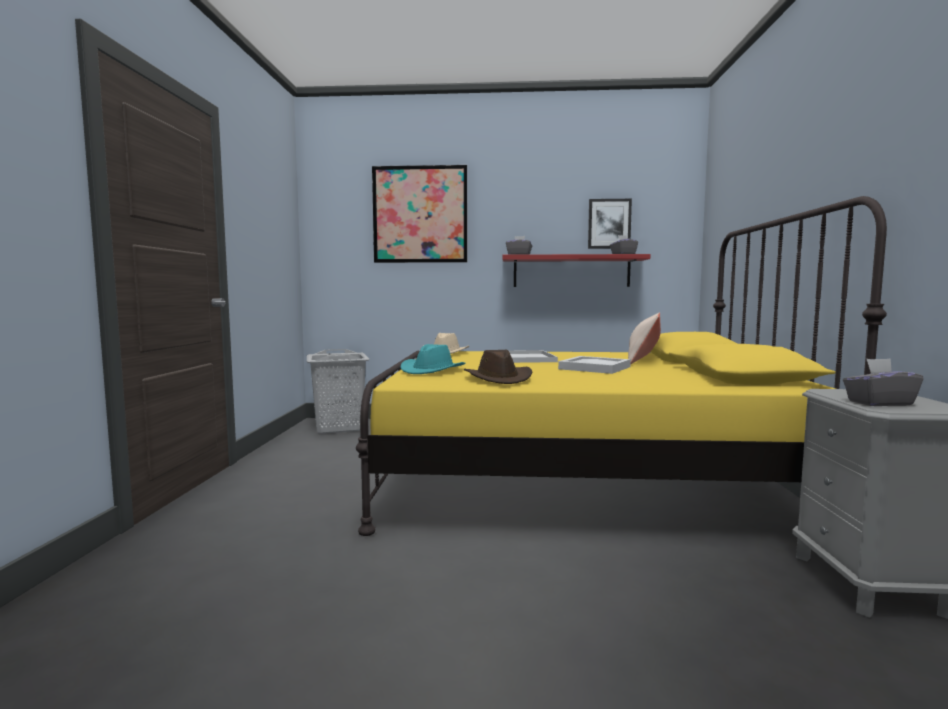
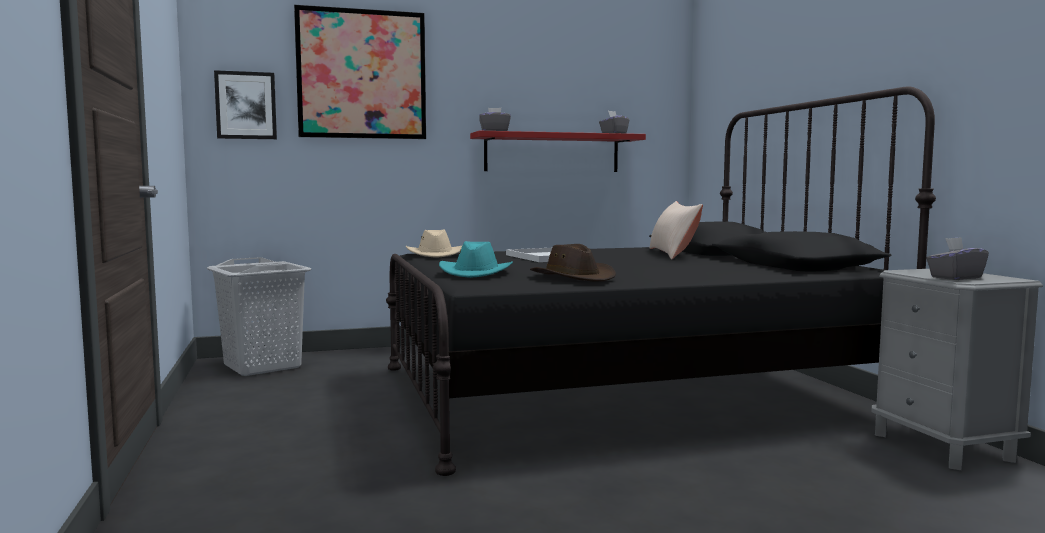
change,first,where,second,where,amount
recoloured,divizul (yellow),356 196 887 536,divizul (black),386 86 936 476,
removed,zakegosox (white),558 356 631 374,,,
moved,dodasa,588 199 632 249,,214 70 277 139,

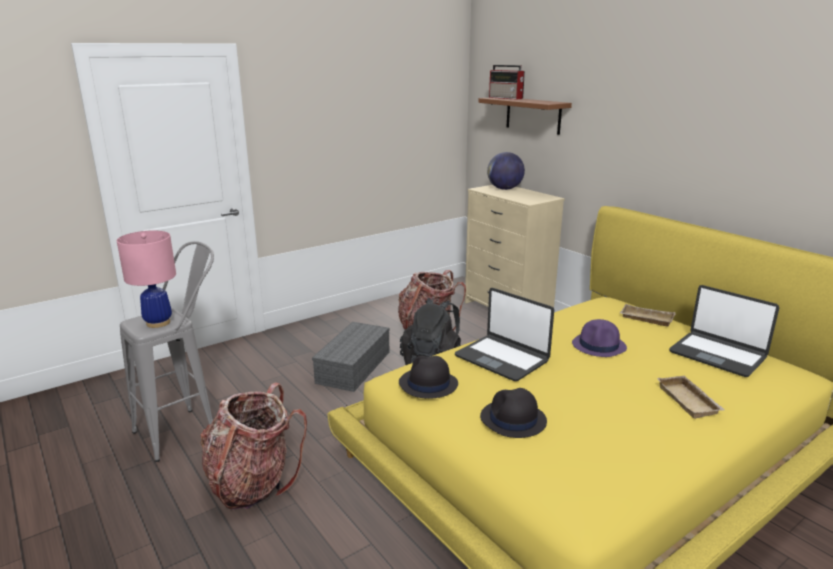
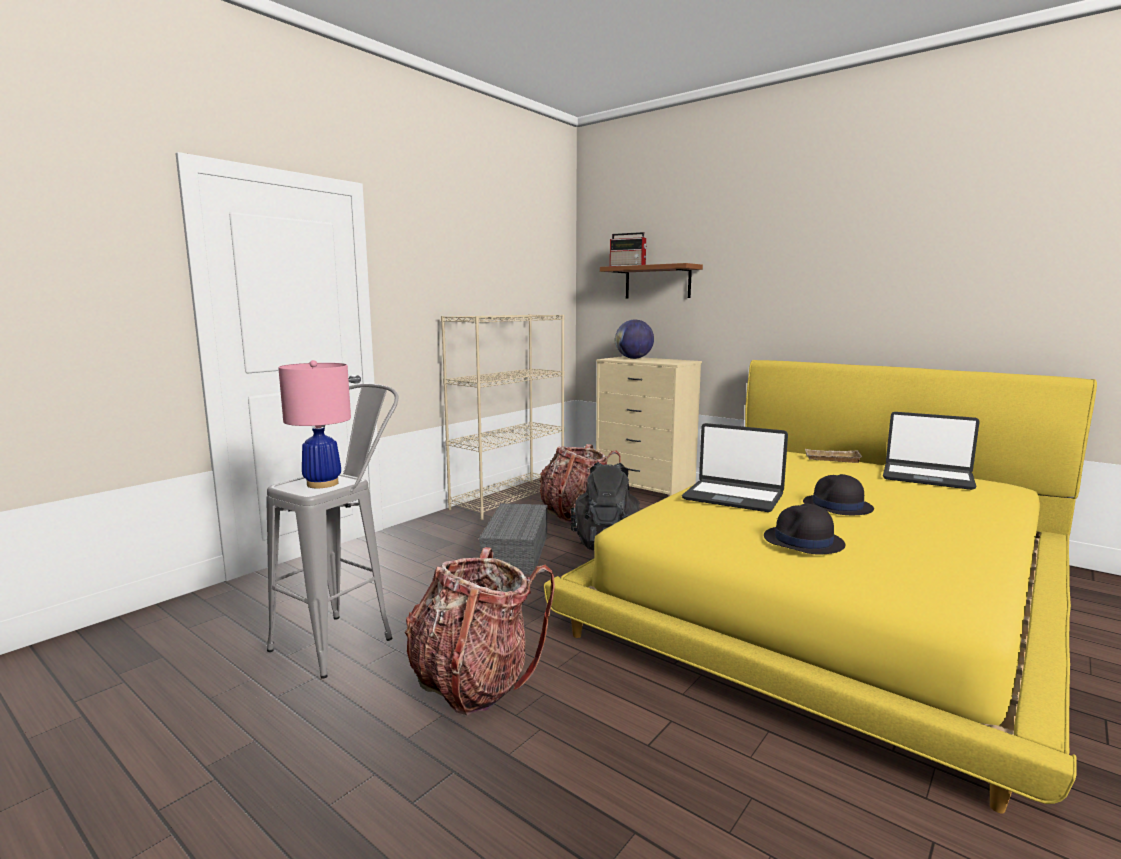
change,first,where,second,where,amount
moved,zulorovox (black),399 356 458 399,,803 474 874 515,
removed,zulorovox (purple),572 319 627 357,,,
removed,zakegosox (beige),657 375 725 419,,,
added,,,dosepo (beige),441 314 565 520,

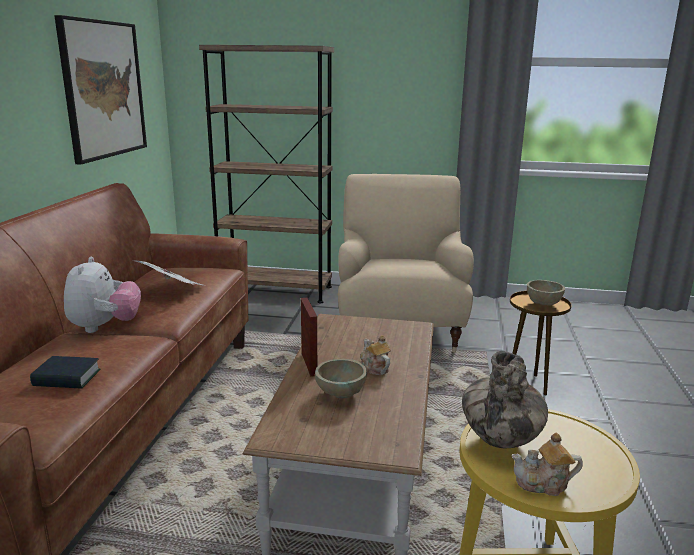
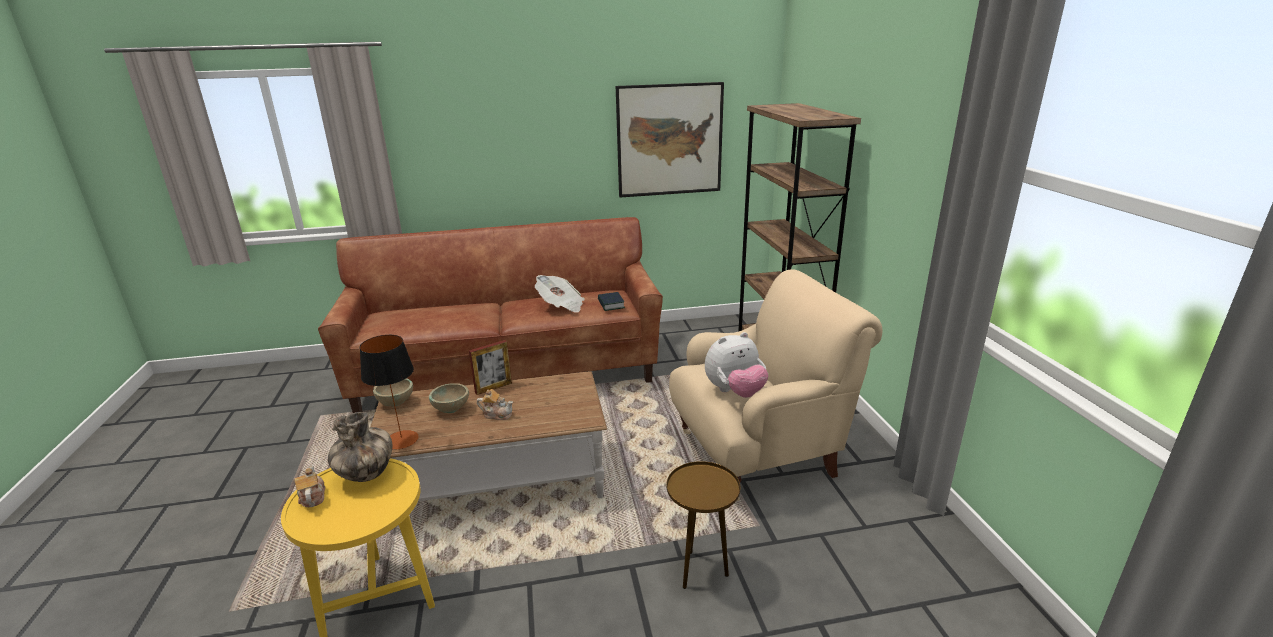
change,first,where,second,where,amount
moved,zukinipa,30 356 100 389,,598 292 625 311,
moved,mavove,64 257 141 333,,705 332 768 398,
turned,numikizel,360 335 391 375,,477 389 513 420,60 degrees clockwise
moved,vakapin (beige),527 280 565 305,,373 378 413 407,
added,,,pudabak,360 335 419 449,

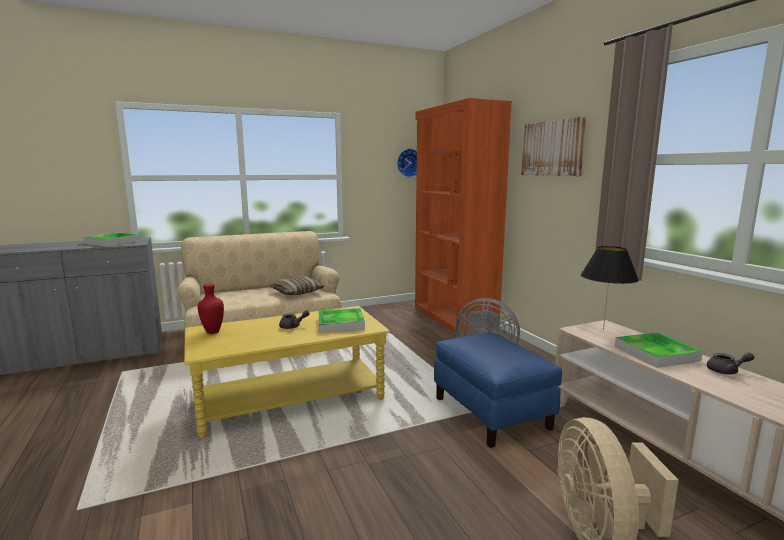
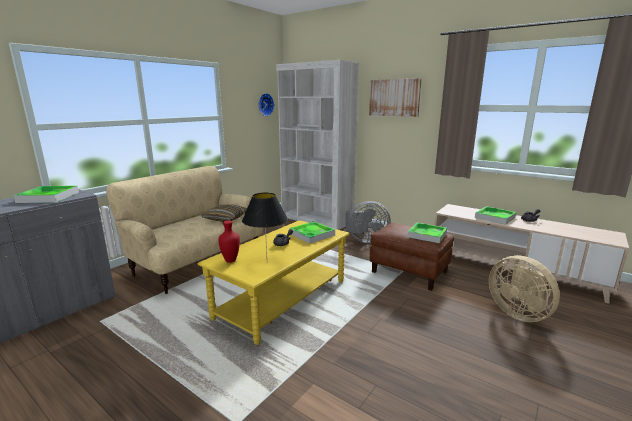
change,first,where,second,where,amount
recoloured,dosepo (orange),415 98 512 336,dosepo (white),276 60 359 230,
recoloured,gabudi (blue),434 332 562 448,gabudi (brown),370 223 454 291,
moved,pudabak (black),581 246 639 330,,242 193 288 257,
added,,,zakegosox,408 223 447 243,

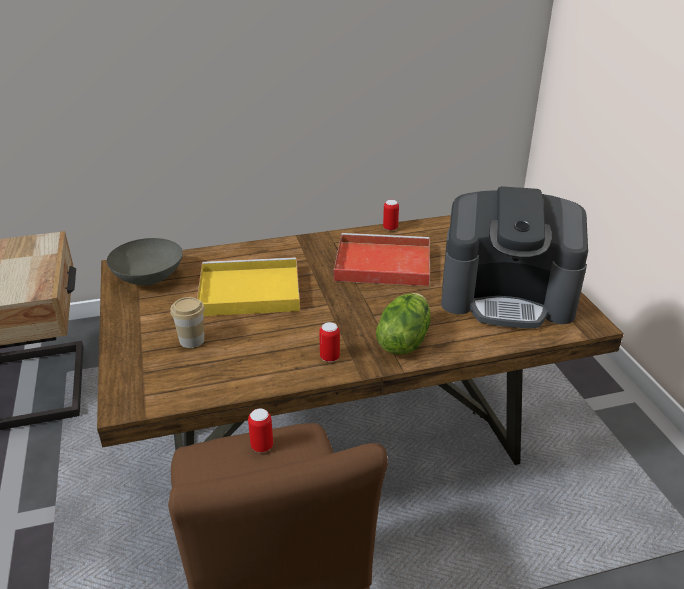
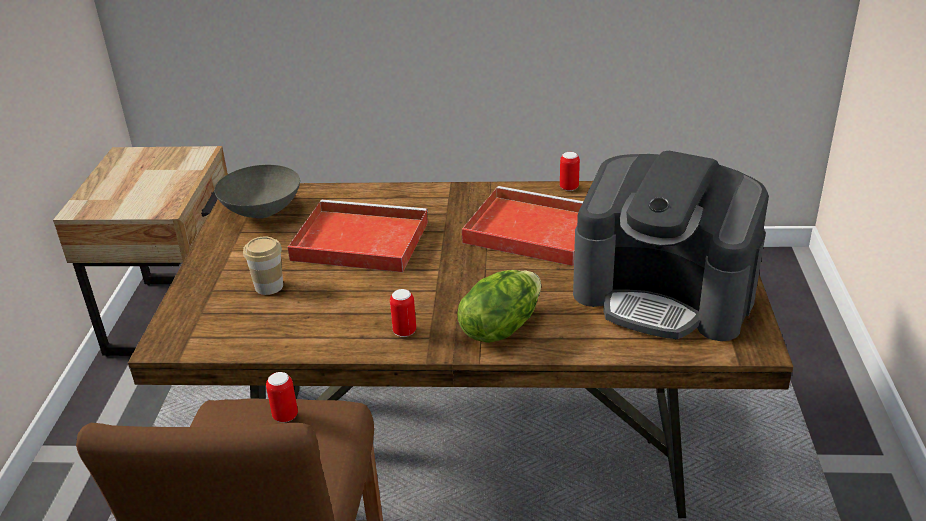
change,first,where,second,where,amount
recoloured,zakegosox (yellow),197 257 300 316,zakegosox (red),287 200 428 272,

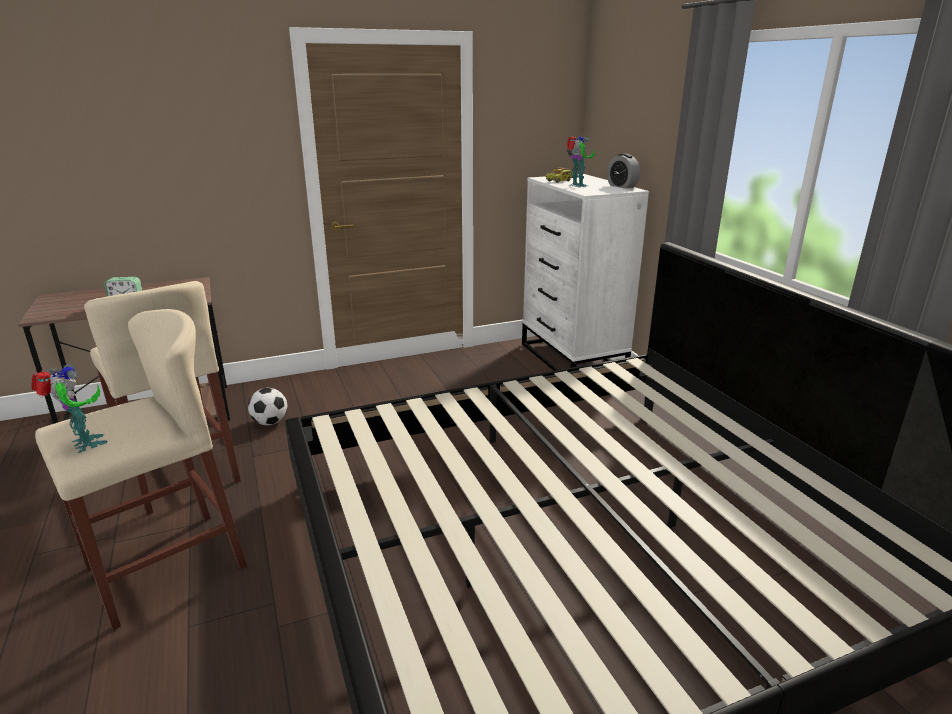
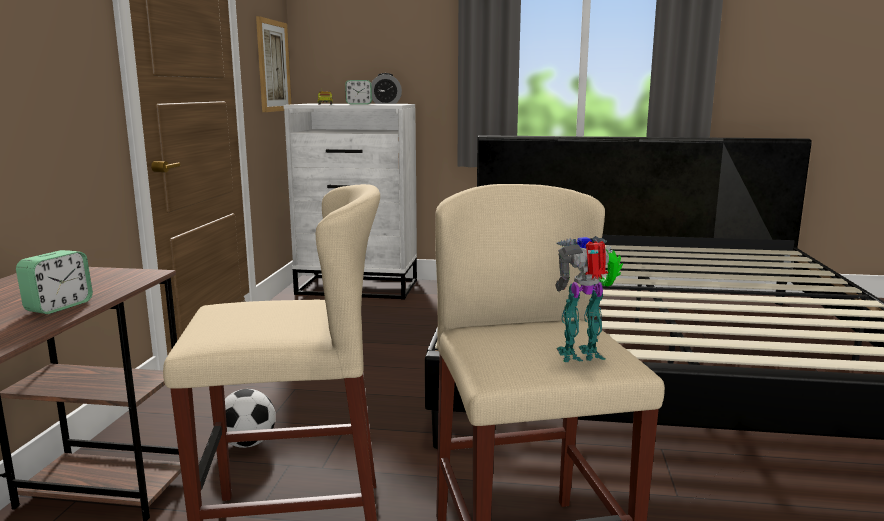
change,first,where,second,where,amount
replaced,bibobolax,566 136 595 188,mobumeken,345 80 372 105,
added,,,dodasa,256 16 291 112,

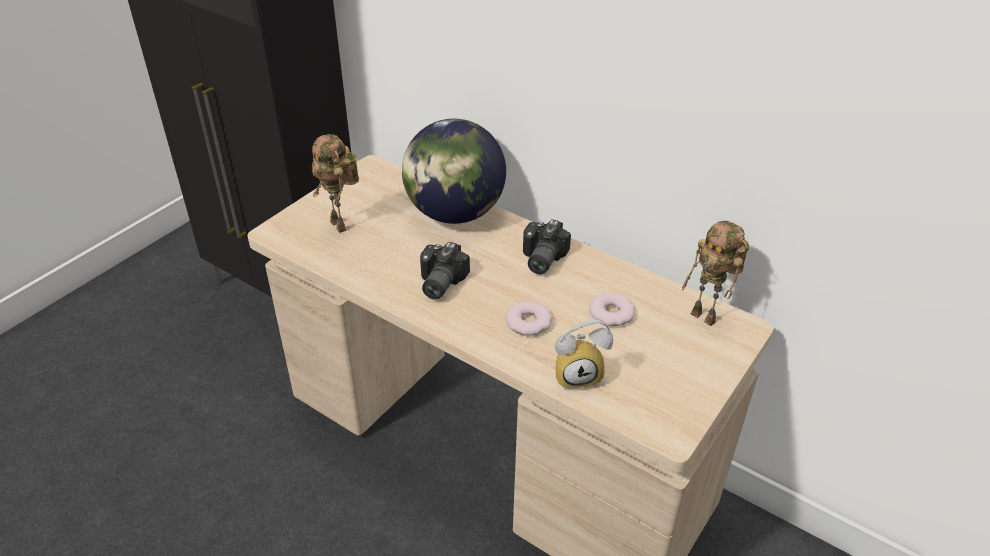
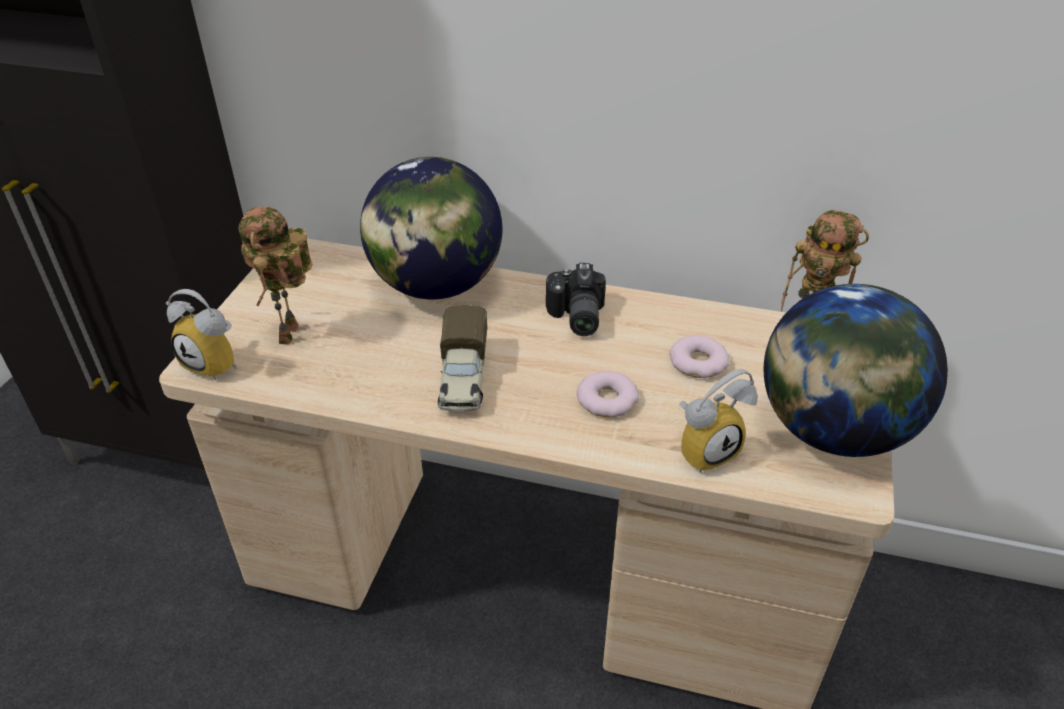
change,first,where,second,where,amount
turned,bibobolax,312 134 359 233,,239 206 312 345,60 degrees clockwise
replaced,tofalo,420 242 470 300,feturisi,438 305 487 412,
added,,,mobumeken,166 289 237 380,
added,,,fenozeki,764 284 948 457,

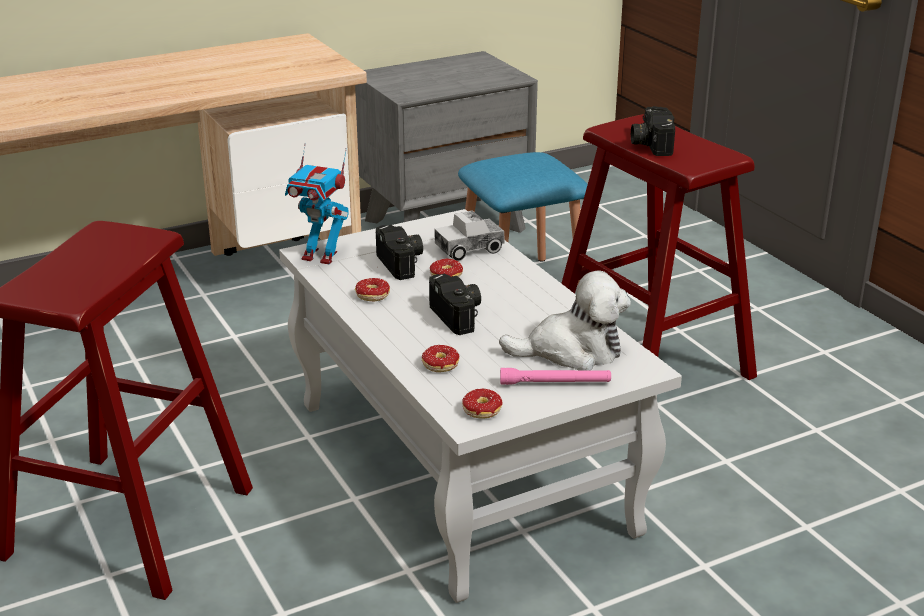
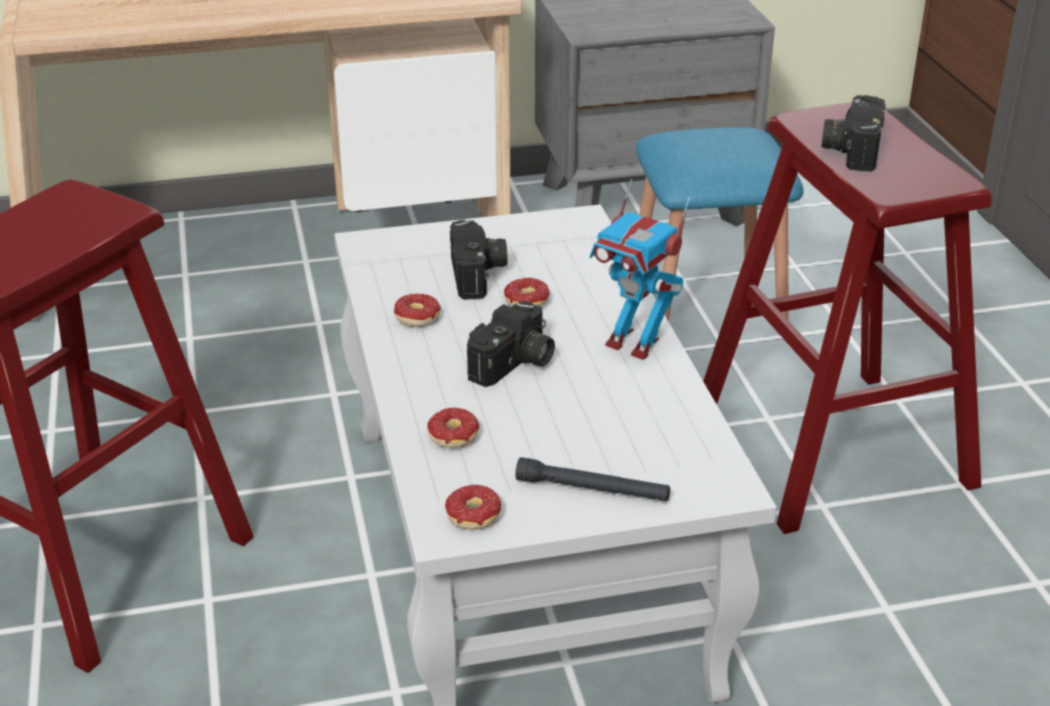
change,first,where,second,where,amount
moved,bibobolax,285 143 349 264,,590 179 690 360,
turned,tofalo,429 274 481 335,,467 301 555 387,45 degrees clockwise
removed,feturisi,435 210 505 261,,,
removed,mavove,499 270 631 371,,,
recoloured,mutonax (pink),500 368 611 385,mutonax (black),515 457 670 501,

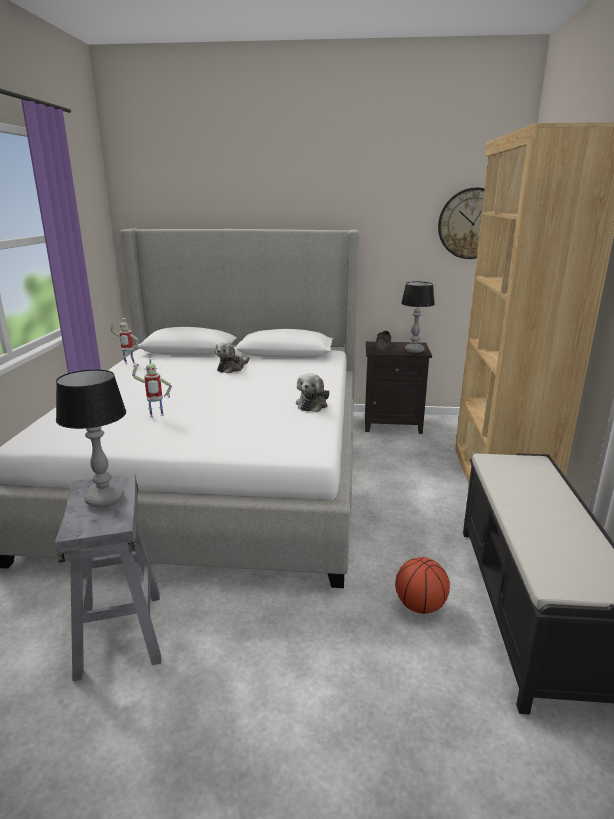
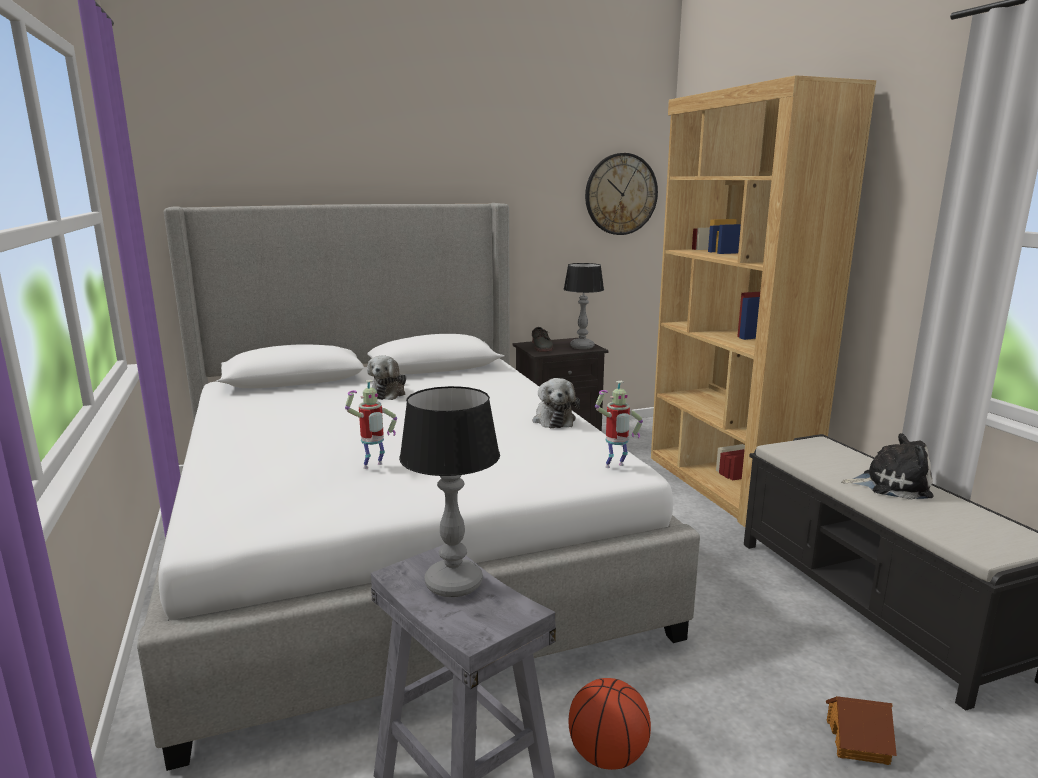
change,first,where,second,where,amount
moved,bibobolax,110 318 139 364,,595 381 643 468,
moved,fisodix,395 557 450 614,,568 678 651 770,
added,,,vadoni,826 696 897 765,
added,,,mavove,841 433 933 500,

